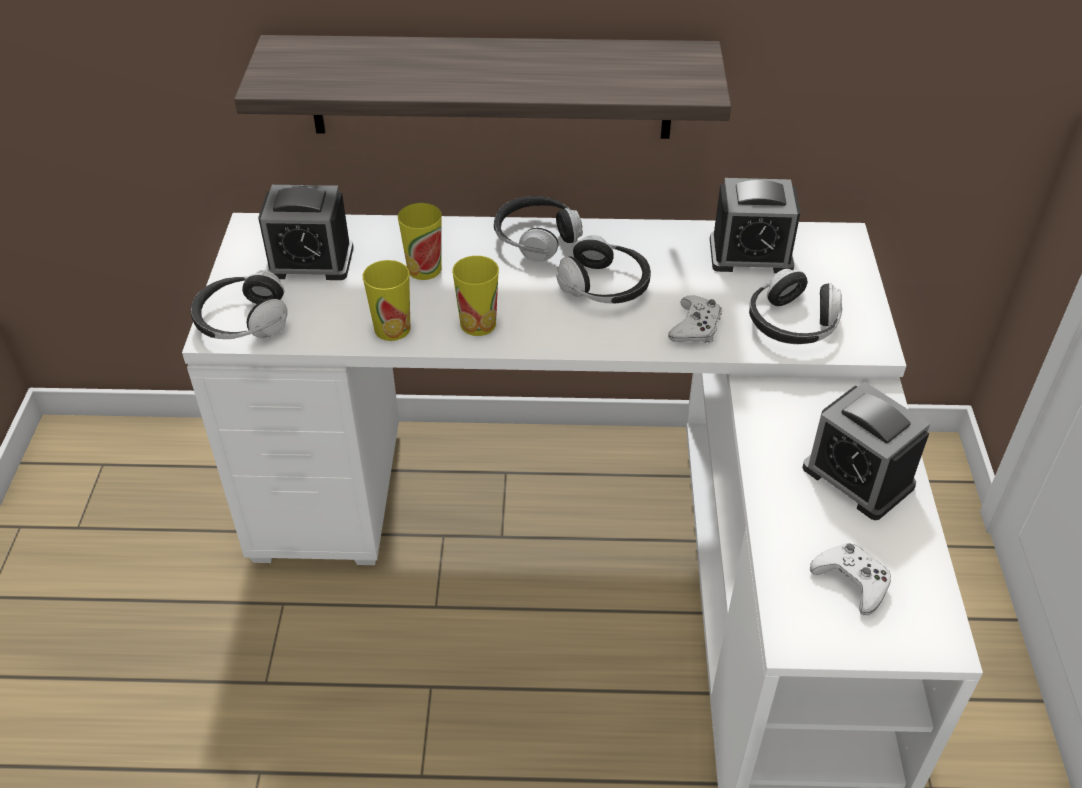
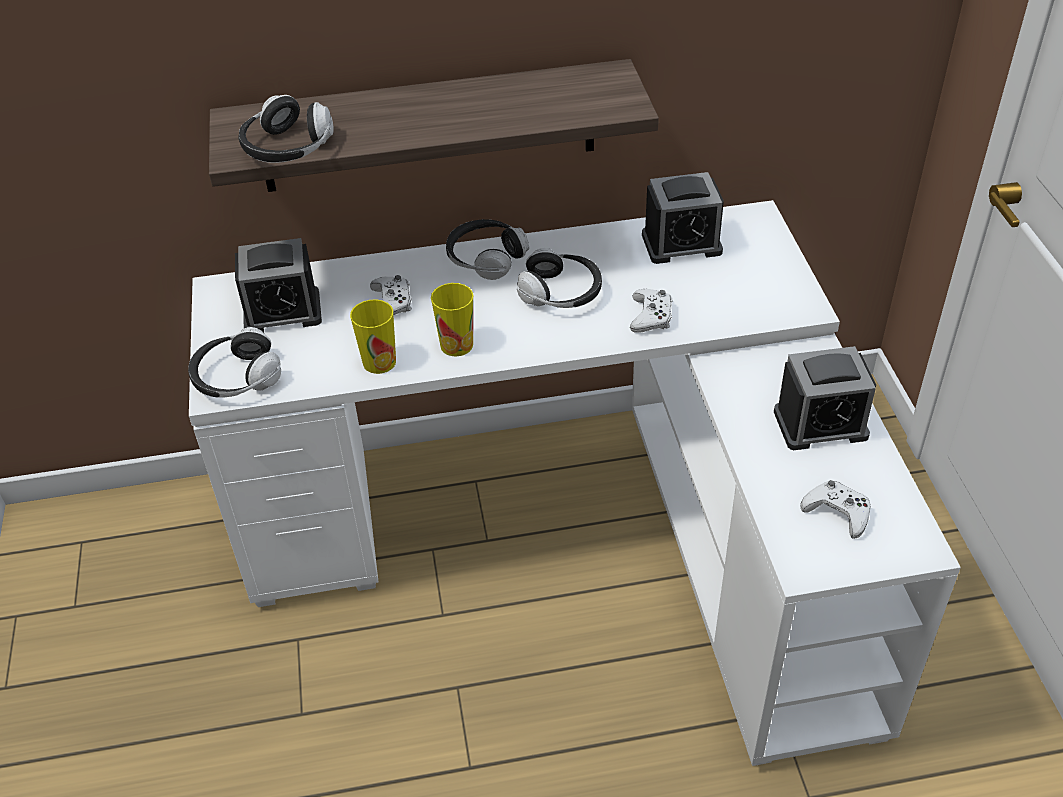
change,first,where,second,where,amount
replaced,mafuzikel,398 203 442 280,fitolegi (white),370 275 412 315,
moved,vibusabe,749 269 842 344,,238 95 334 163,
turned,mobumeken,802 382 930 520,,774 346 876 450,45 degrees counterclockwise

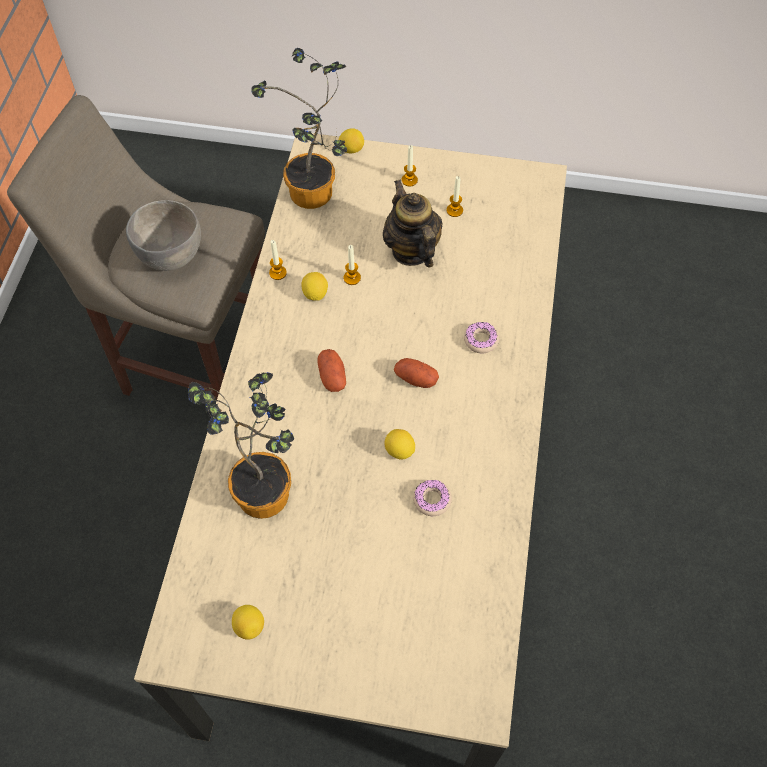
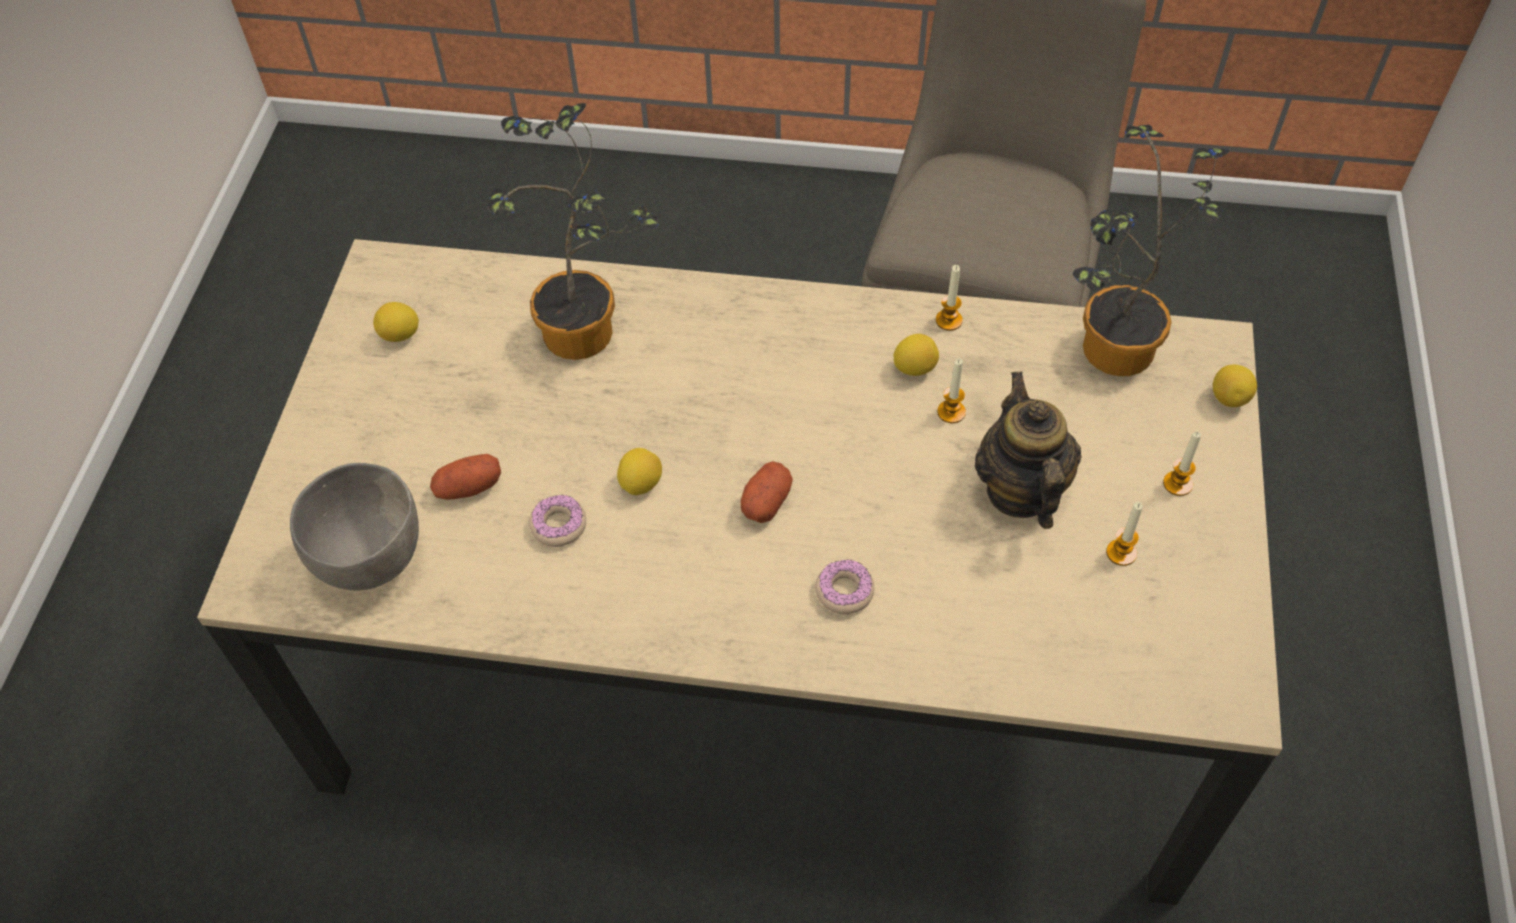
change,first,where,second,where,amount
moved,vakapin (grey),126 200 201 271,,290 463 419 591,
moved,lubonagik,318 349 346 392,,430 454 501 499,
turned,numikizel,383 179 443 268,,975 371 1081 529,75 degrees counterclockwise

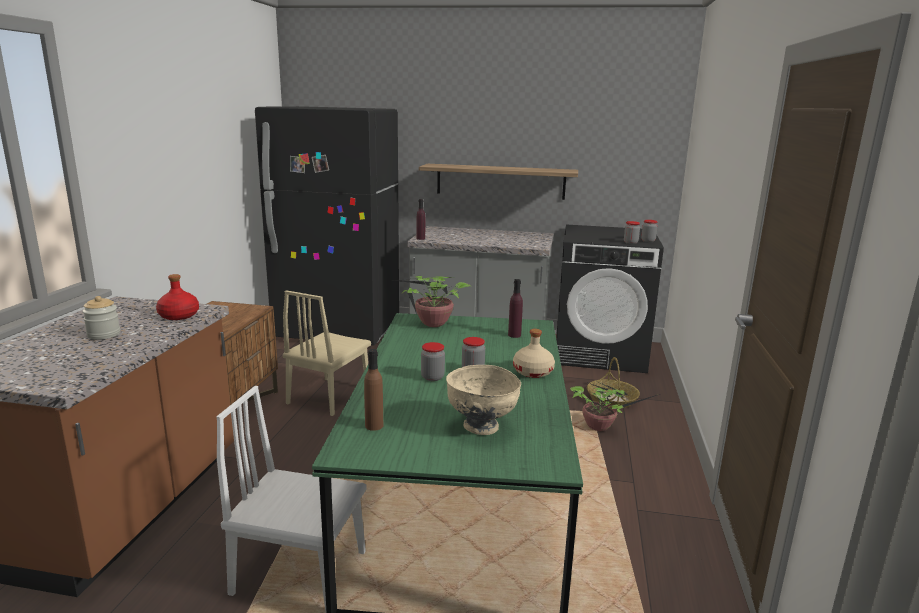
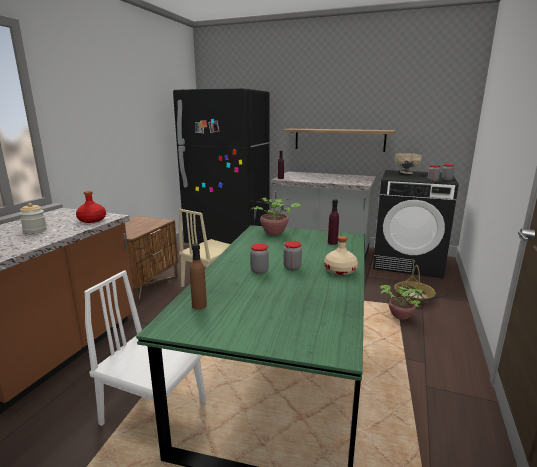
change,first,where,second,where,amount
moved,vakapin (beige),446 365 521 435,,395 153 422 174,

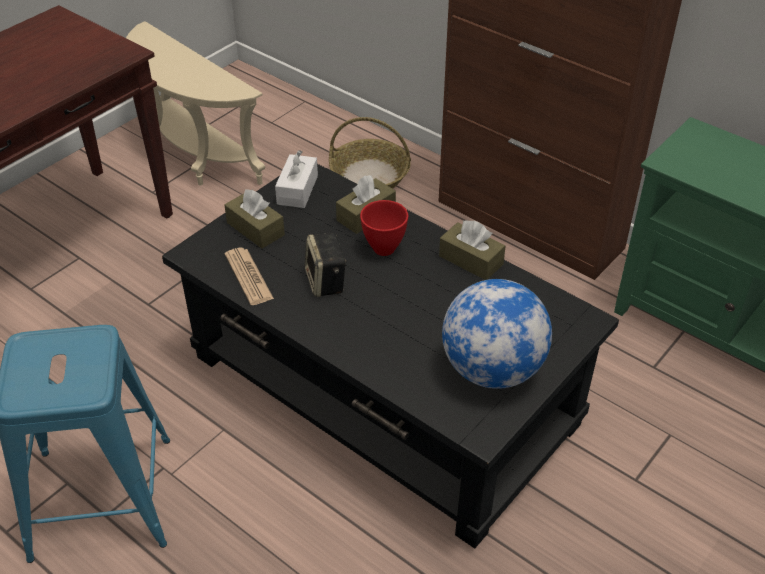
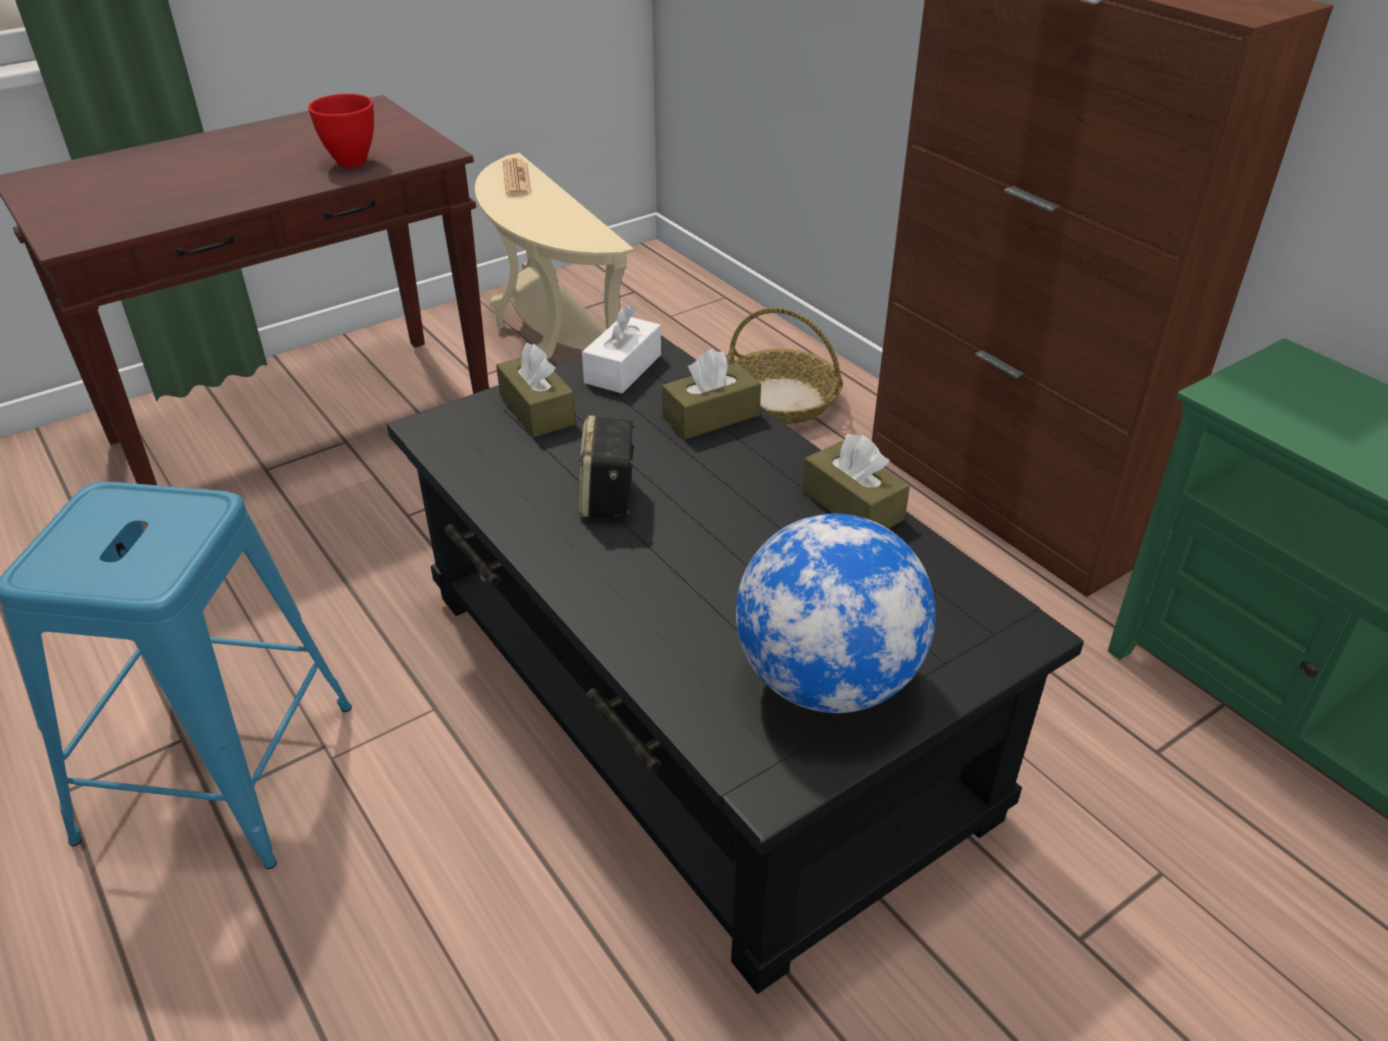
change,first,where,second,where,amount
moved,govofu,225 248 274 305,,503 158 532 196,
moved,vakapin (red),360 200 408 256,,308 94 374 168,

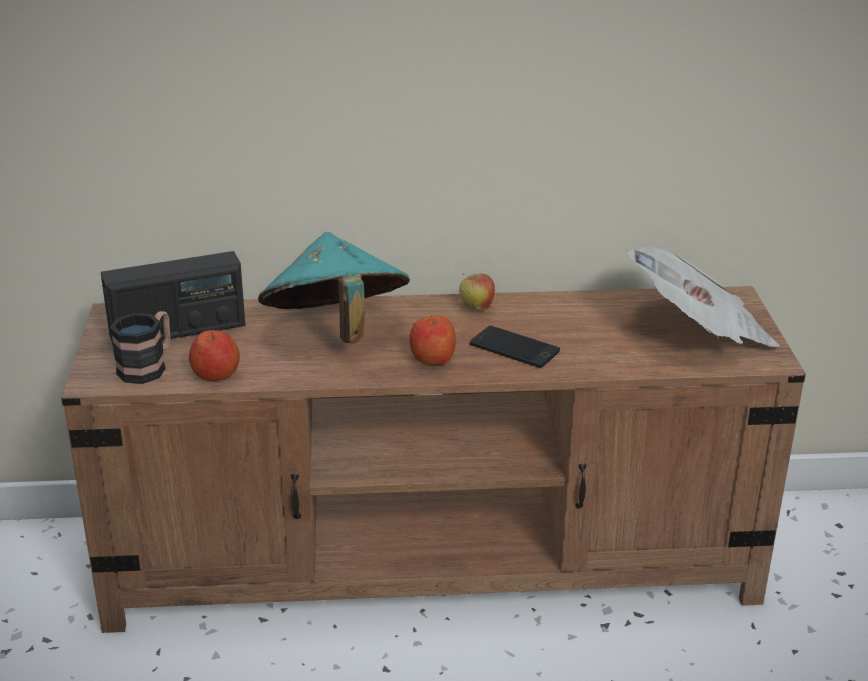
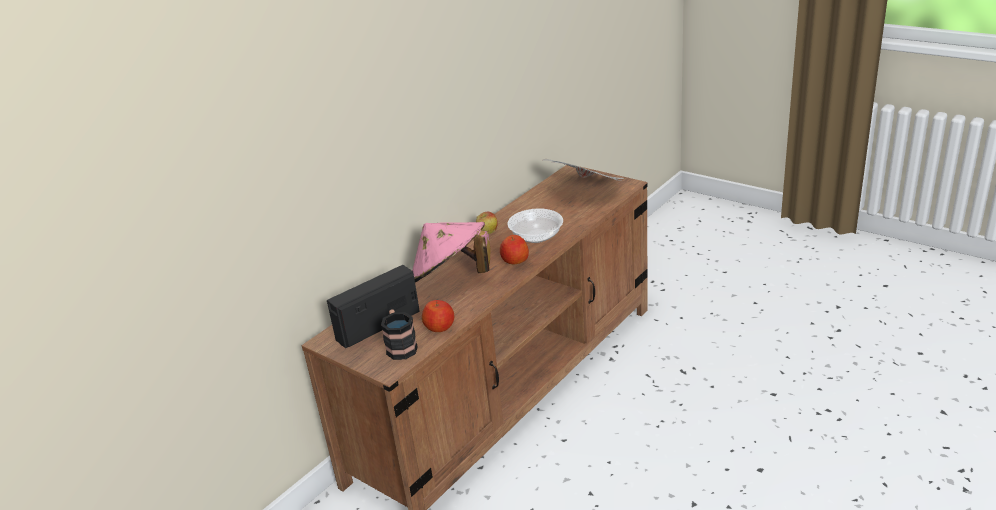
change,first,where,second,where,amount
turned,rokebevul,101 251 245 345,,327 265 420 348,150 degrees counterclockwise
recoloured,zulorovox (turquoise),258 232 410 343,zulorovox (pink),412 222 491 283,
replaced,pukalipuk,470 326 560 368,vakapin,508 208 563 243,

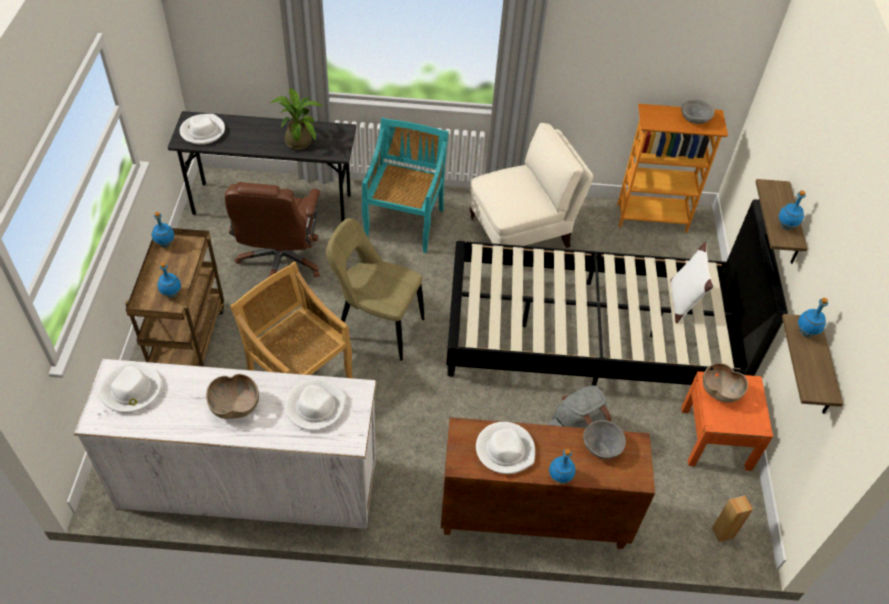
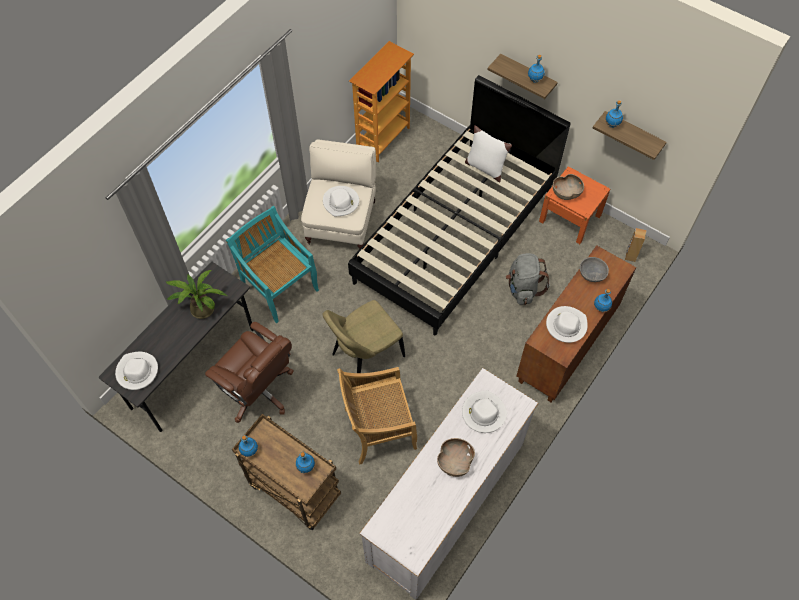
change,first,where,second,where,amount
moved,zulorovox (white),98 362 162 413,,323 186 359 216,
removed,vakapin (grey),681 99 715 124,,,

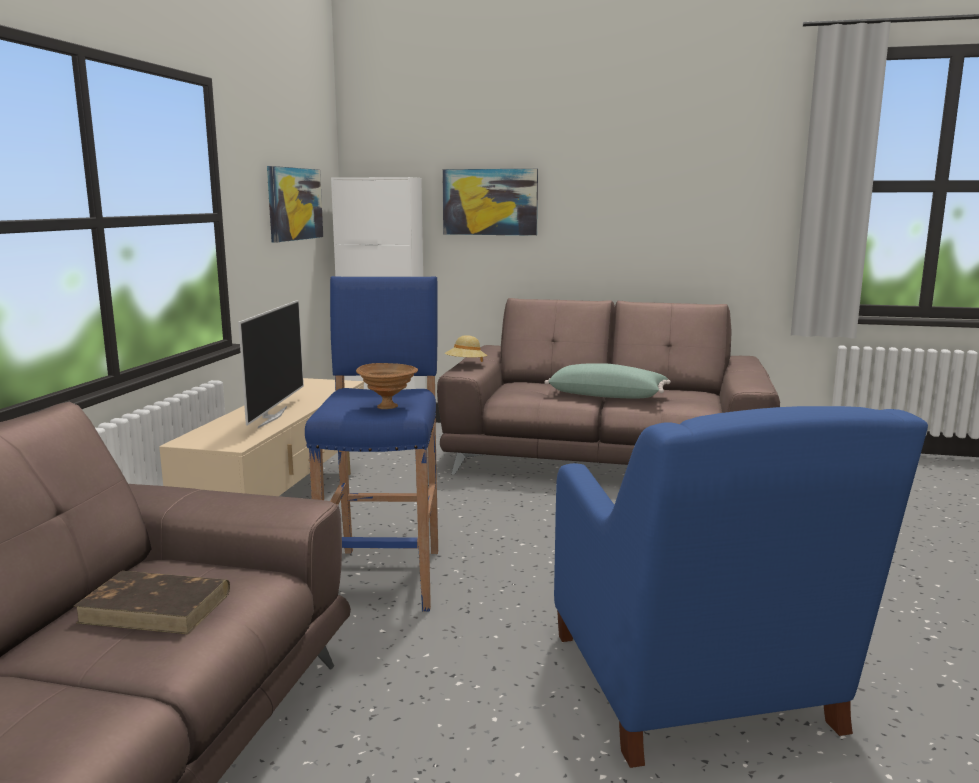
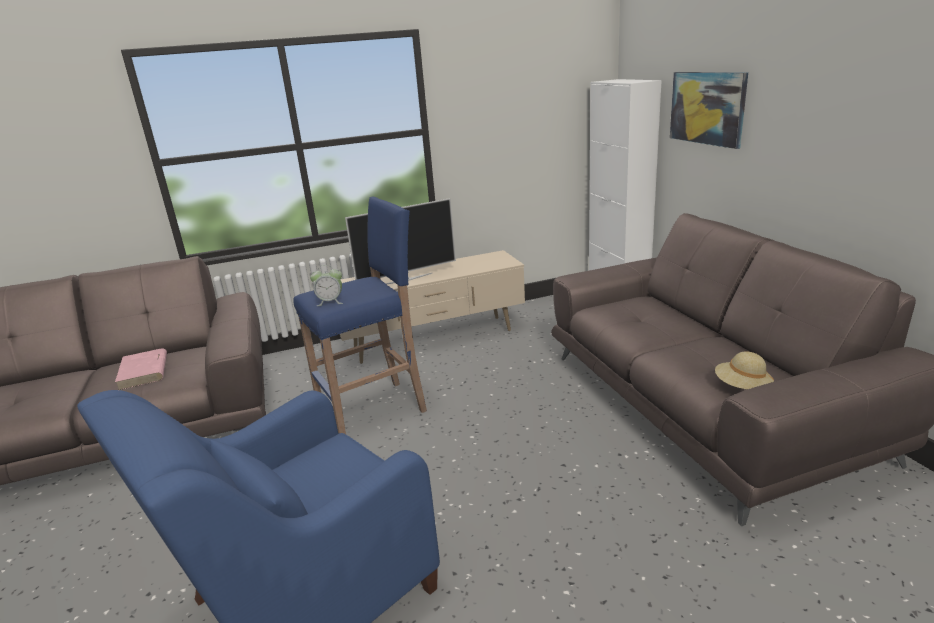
change,first,where,second,where,amount
recoloured,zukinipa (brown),74 571 230 635,zukinipa (pink),115 348 167 390,
removed,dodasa,267 166 323 243,,,
replaced,vakapin (brown),356 363 418 409,mobumeken,310 265 343 306,
moved,zulorovox (beige),445 335 487 362,,715 351 774 389,
removed,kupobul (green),545 363 671 398,,,

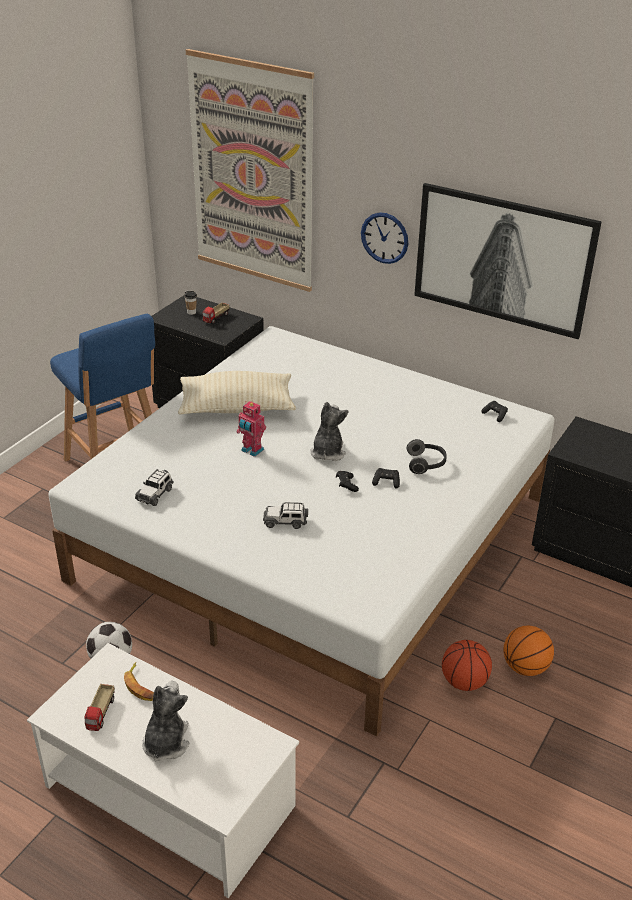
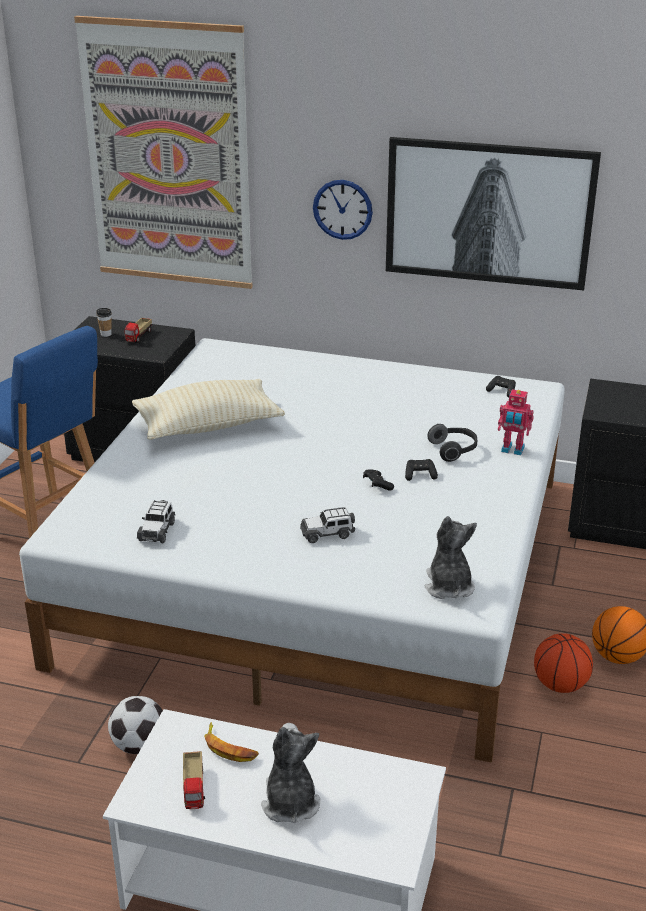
change,first,where,second,where,amount
moved,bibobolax,236 401 266 457,,498 390 534 455,
moved,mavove,310 402 348 461,,425 516 477 599,

